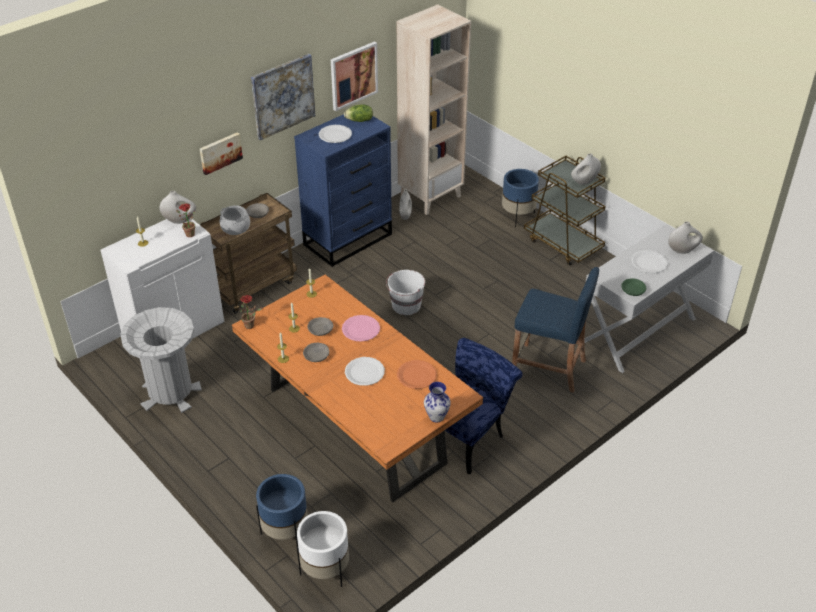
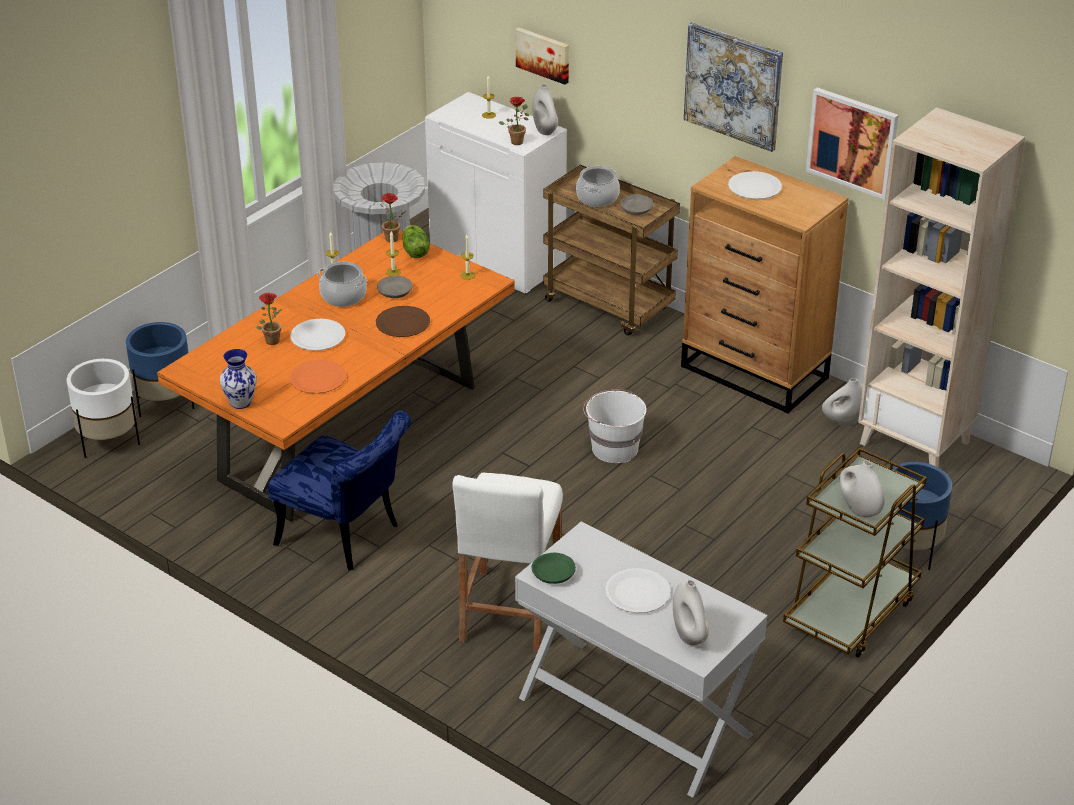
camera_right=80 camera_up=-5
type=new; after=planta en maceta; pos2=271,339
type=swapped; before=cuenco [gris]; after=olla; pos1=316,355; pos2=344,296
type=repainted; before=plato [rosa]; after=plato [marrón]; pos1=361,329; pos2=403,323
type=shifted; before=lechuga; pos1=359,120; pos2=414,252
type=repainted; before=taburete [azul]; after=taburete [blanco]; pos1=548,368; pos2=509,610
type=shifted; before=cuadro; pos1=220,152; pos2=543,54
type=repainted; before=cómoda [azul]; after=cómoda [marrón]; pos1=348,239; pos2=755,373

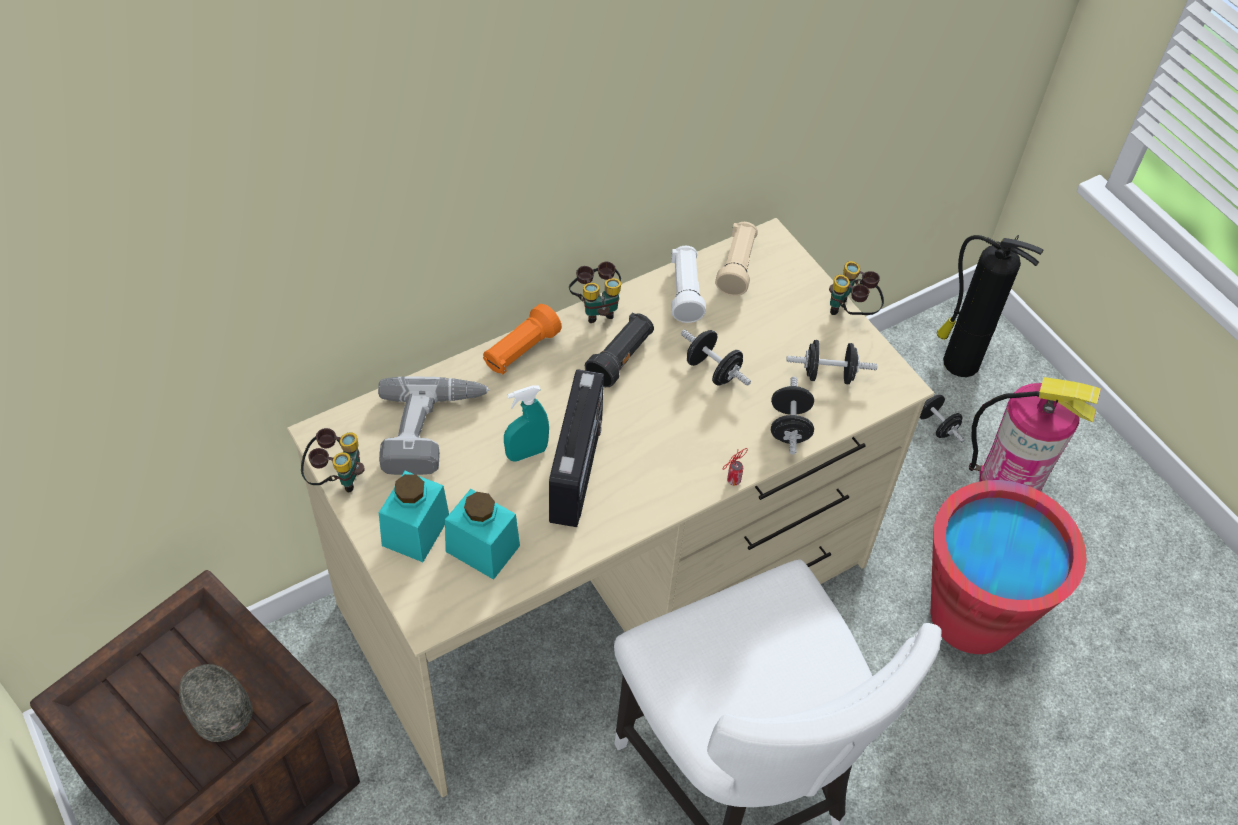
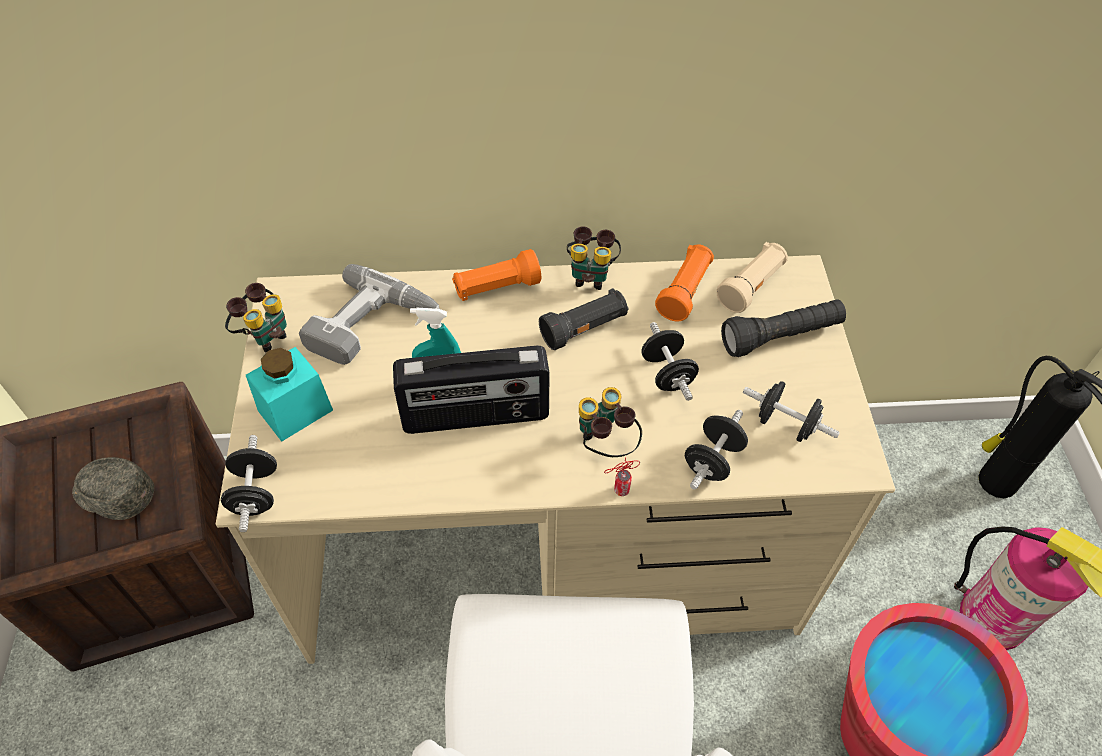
camera_right=30 camera_up=0
type=rotated; before=gorra [gris]; pos1=214,704; pos2=114,495; turn=-60
type=shifted; before=mancuerna [negro]; pos1=936,425; pos2=255,494
type=rotated; before=radio; pos1=577,470; pos2=475,416; turn=45
type=shifted; before=prismáticos; pos1=850,313; pos2=605,445
type=repainted; before=linterna [blanco]; after=linterna [naranja]; pos1=685,293; pos2=685,292
type=new; after=linterna [negro]; pos2=781,337
type=gone; before=tarro [turquesa]; pos1=482,548

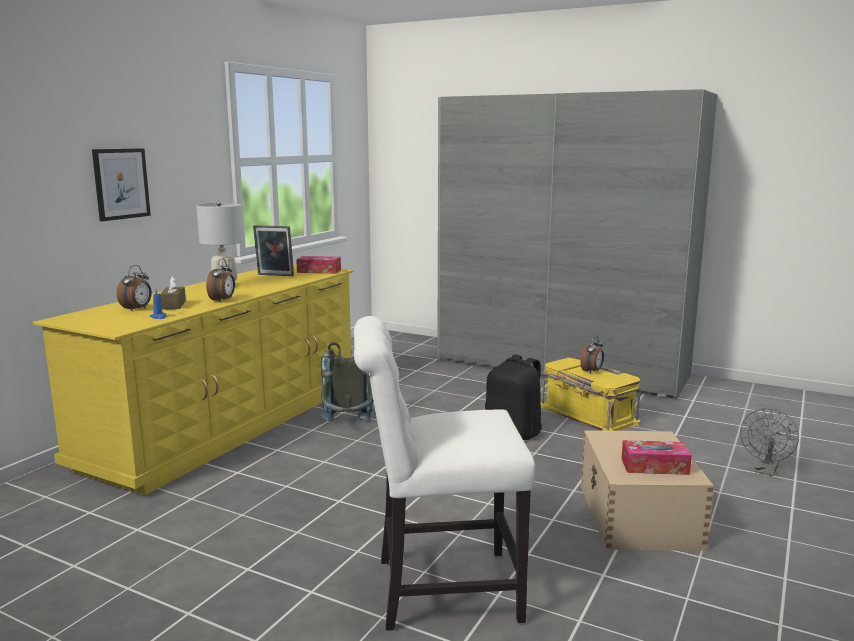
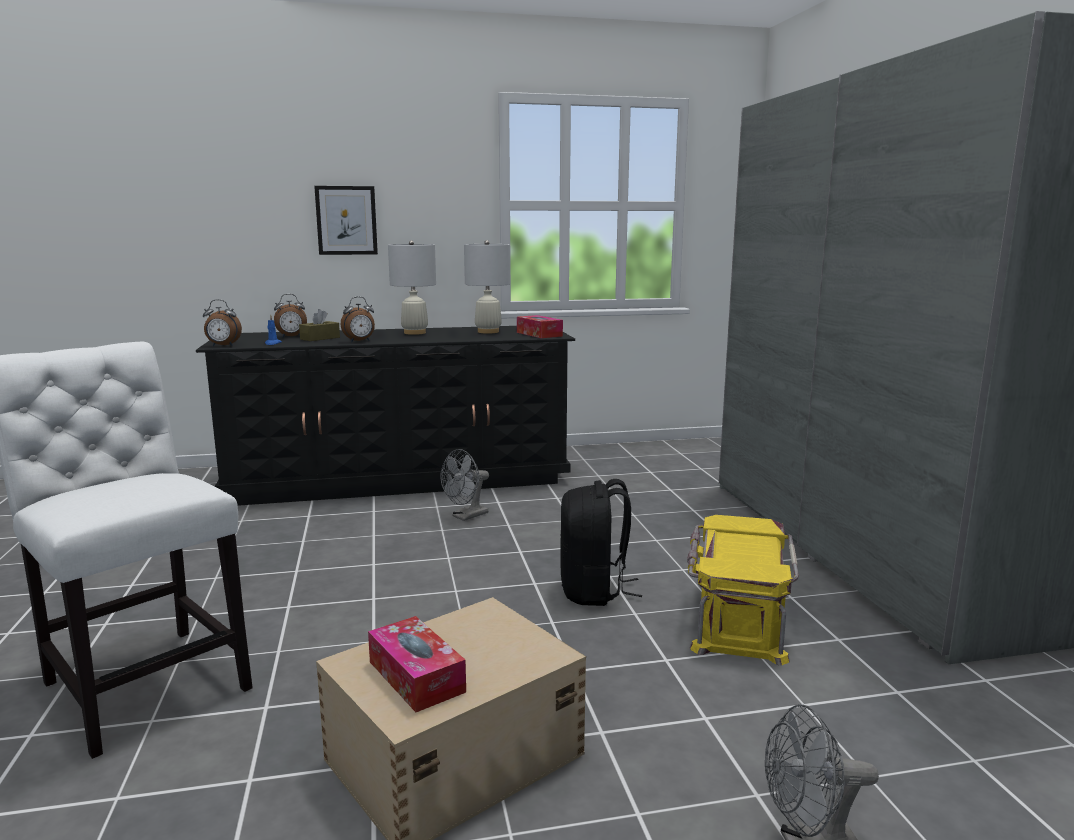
camera_right=50 camera_up=0
type=repainted; before=cómoda [amarillo]; after=cómoda [negro]; pos1=229,424; pos2=399,478
type=shifted; before=despertador; pos1=592,371; pos2=223,346
type=swapped; before=mochila [gris]; after=ventilador [gris]; pos1=349,427; pos2=466,516
type=swapped; before=portarretratos; after=lámpara de mesa [blanco]; pos1=275,275; pos2=488,332

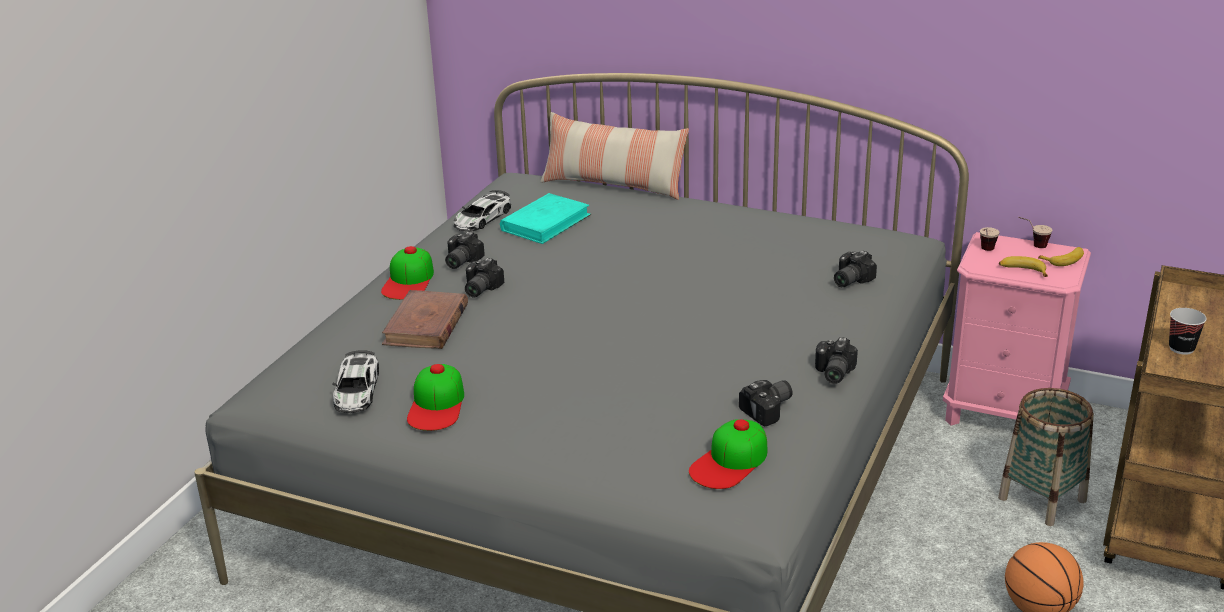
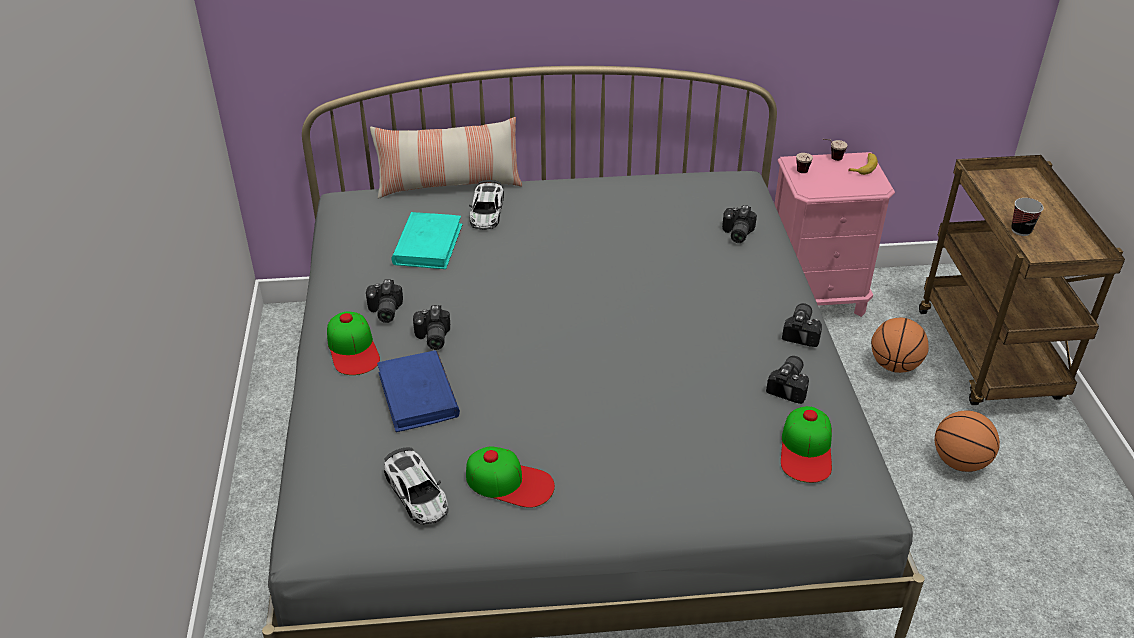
camera_right=-30 camera_up=10
type=repainted; before=libro [marrón]; after=libro [azul]; pos1=426,325; pos2=418,395
type=rotated; before=gorra; pos1=437,405; pos2=509,482; turn=-45
type=shifted; before=coche de juguete; pos1=482,218; pos2=486,211
type=rotated; before=cámara; pos1=832,373; pos2=803,331; turn=-150
type=swapped; before=cesta; after=balón de baloncesto; pos1=1042,499; pos2=894,365
type=gone; before=plátano; pos1=1022,270

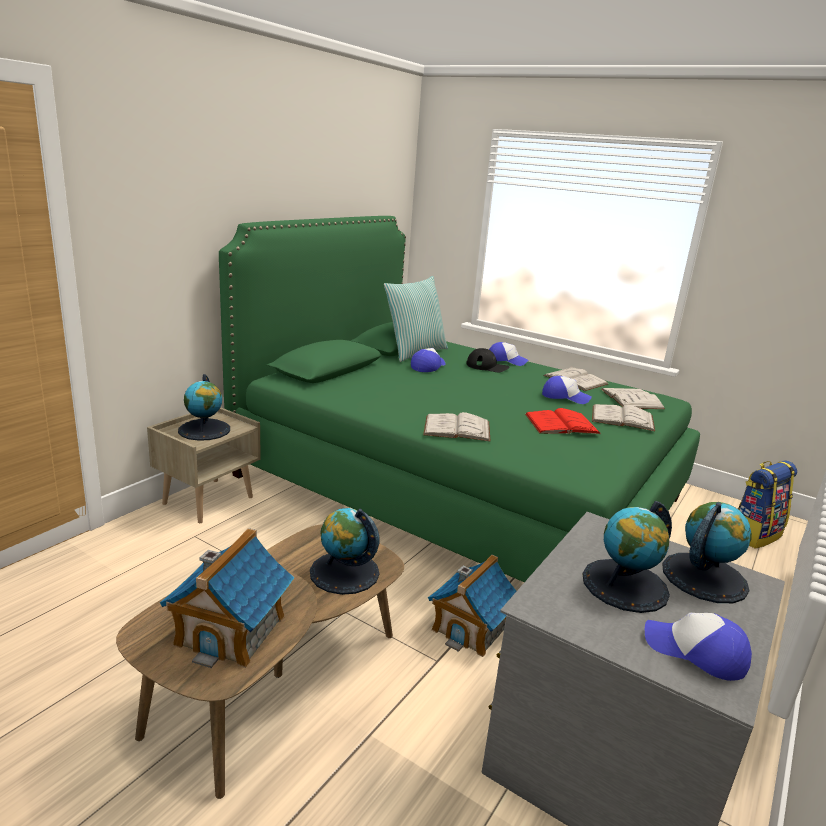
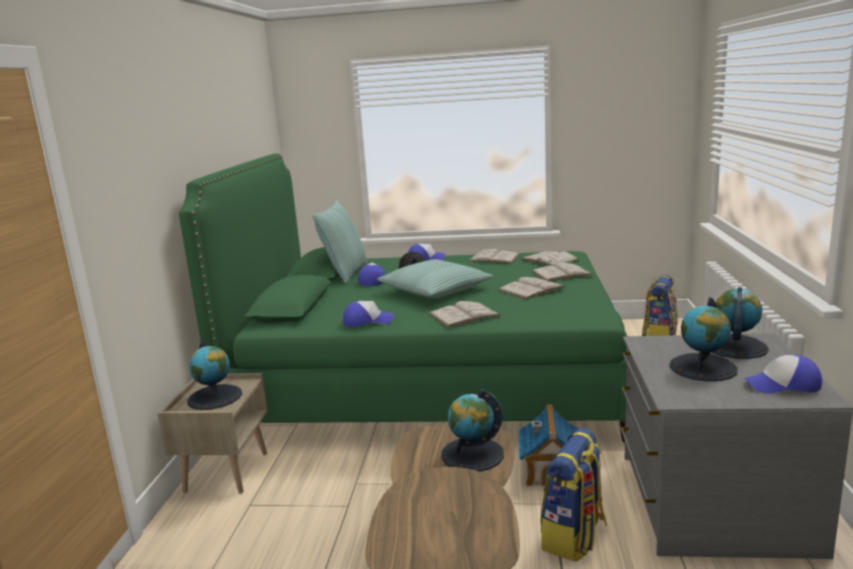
camera_right=-25 camera_up=-5
type=shifted; before=gorra; pos1=565,397; pos2=367,321
type=new; after=cojín; pos2=435,290
type=repainted; before=libro [rojo]; after=libro [blanco]; pos1=561,424; pos2=531,289
type=new; after=mochila; pos2=574,537
type=gone; before=casita; pos1=231,630

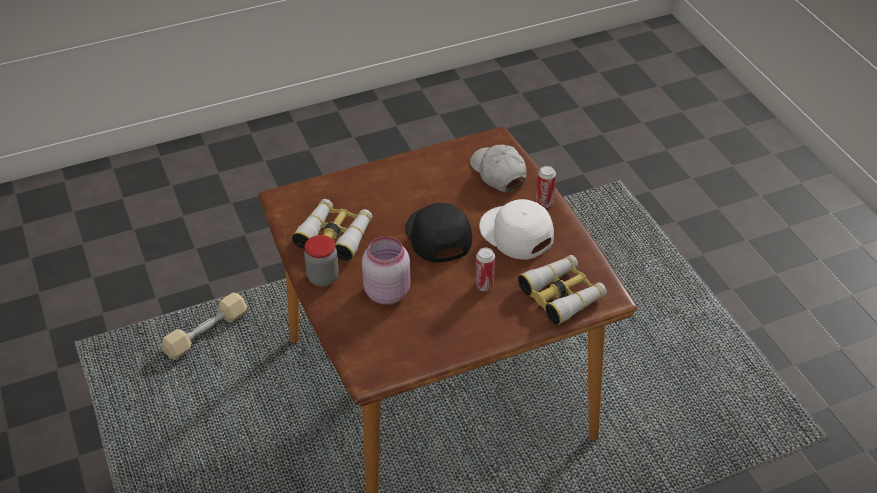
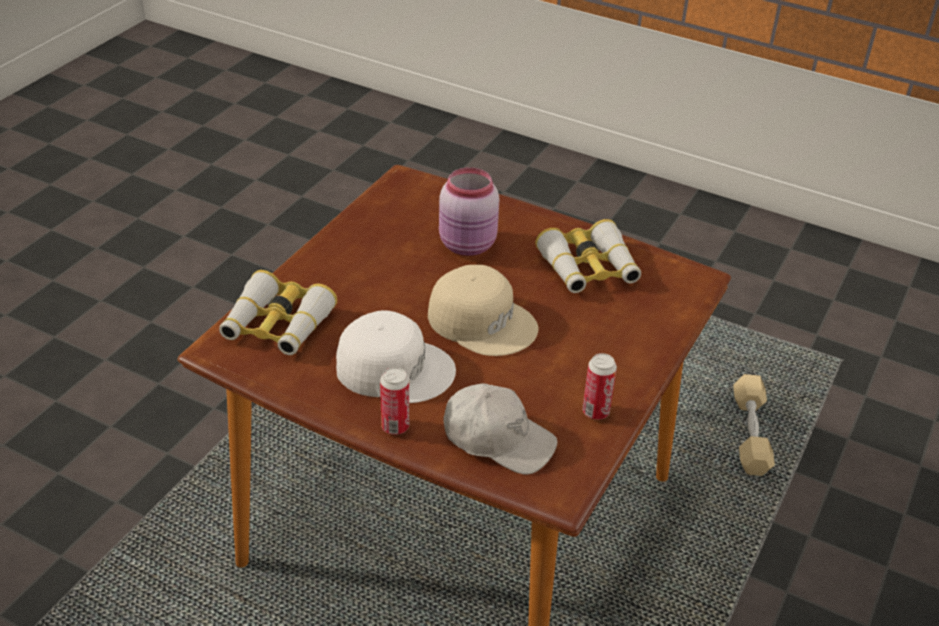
camera_right=140 camera_up=-5
type=repainted; before=gorra [negro]; after=gorra [beis]; pos1=437,235; pos2=482,321
type=shifted; before=lata; pos1=484,286; pos2=595,412
type=gone; before=tarro; pos1=323,277

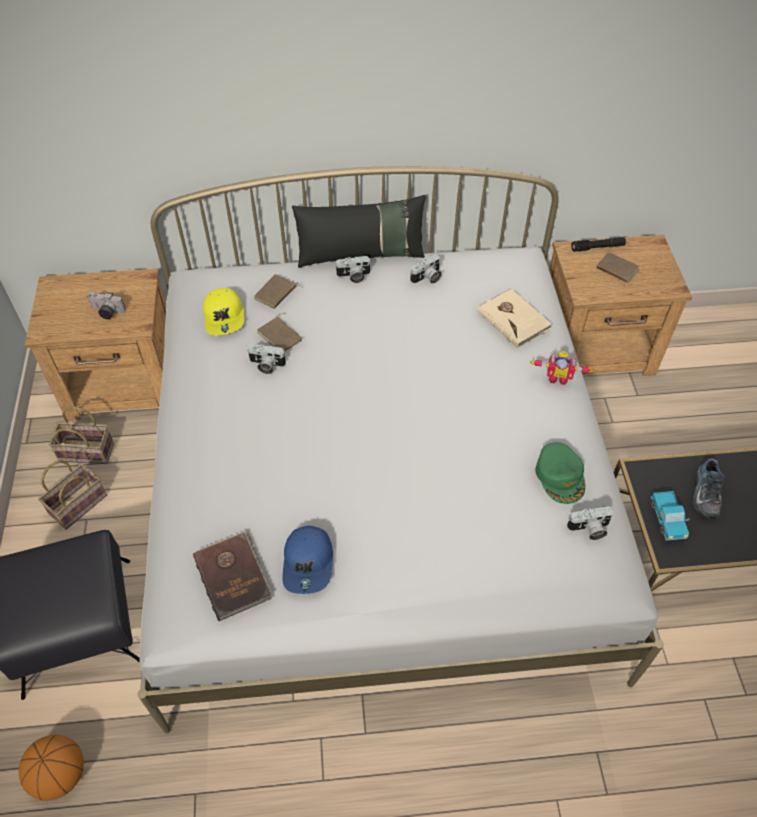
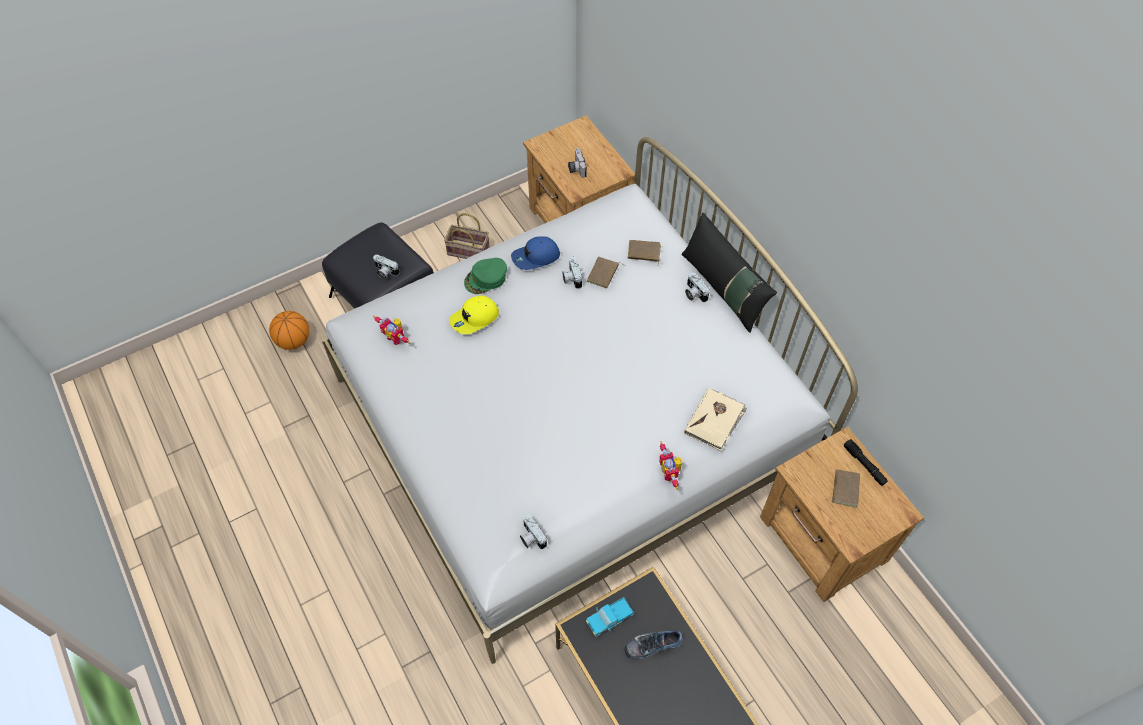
camera_right=65 camera_up=5
type=shifted; before=cámara; pos1=427,278; pos2=385,272
type=swapped; before=libro [marrón]; after=robot de juguete; pos1=233,576; pos2=396,337
type=shifted; before=gorra [amarillo]; pos1=225,317; pos2=474,319
type=shifted; before=gorra [verde]; pos1=560,476; pos2=486,279
type=shifted; before=gorra [azul]; pos1=309,563; pos2=535,257
type=gone; before=cesta; pos1=88,451

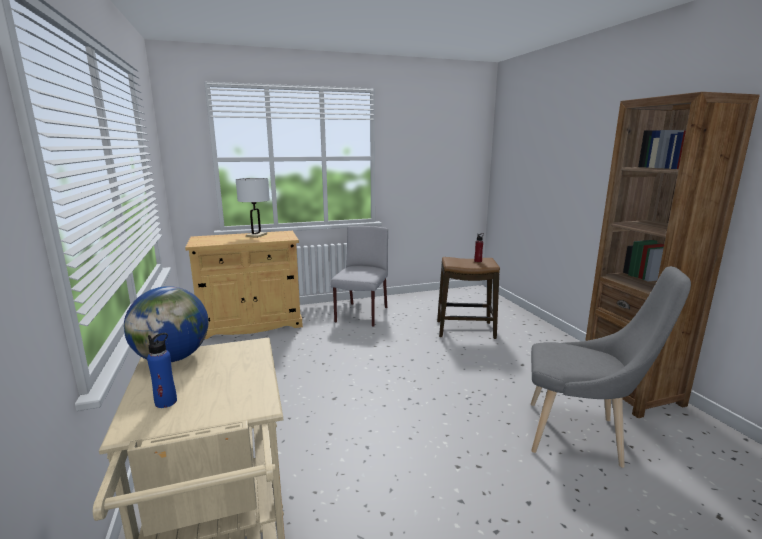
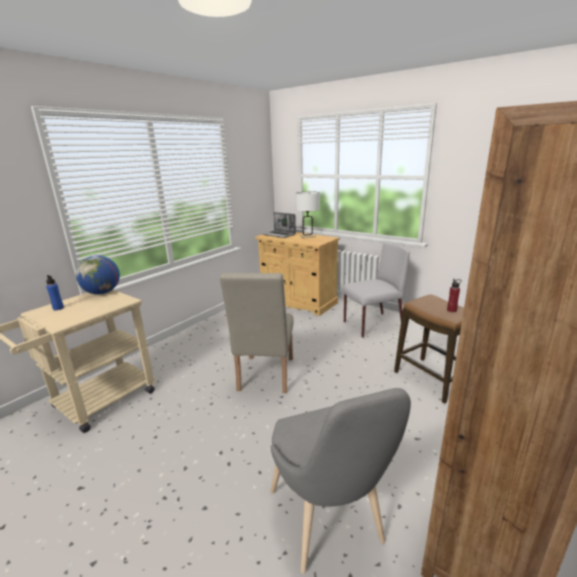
camera_right=55 camera_up=5
type=new; after=silla [beis]; pos2=264,377
type=new; after=portátil; pos2=279,234

